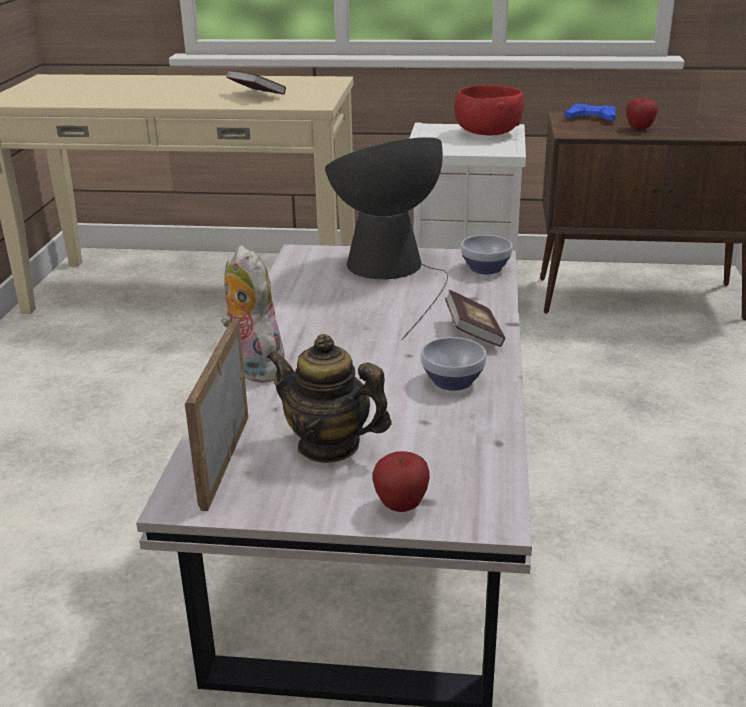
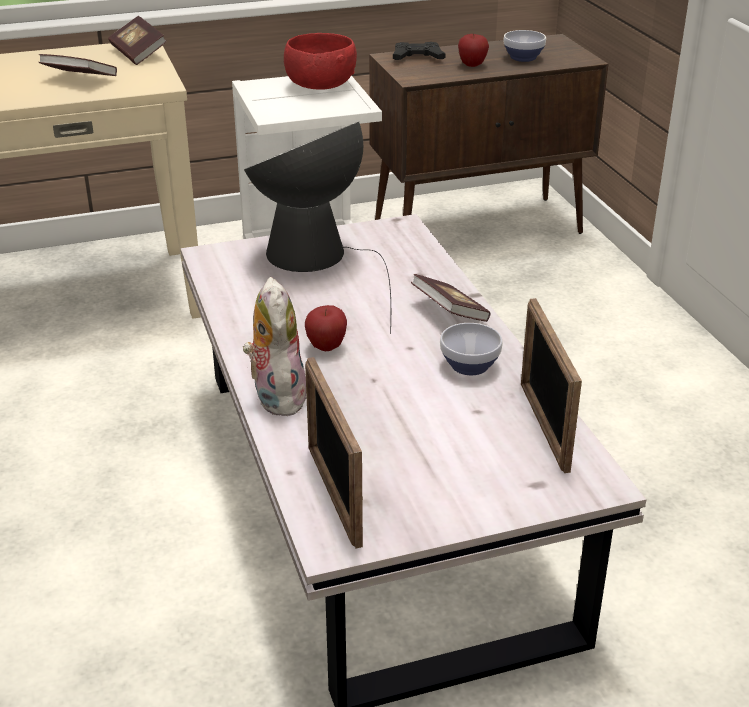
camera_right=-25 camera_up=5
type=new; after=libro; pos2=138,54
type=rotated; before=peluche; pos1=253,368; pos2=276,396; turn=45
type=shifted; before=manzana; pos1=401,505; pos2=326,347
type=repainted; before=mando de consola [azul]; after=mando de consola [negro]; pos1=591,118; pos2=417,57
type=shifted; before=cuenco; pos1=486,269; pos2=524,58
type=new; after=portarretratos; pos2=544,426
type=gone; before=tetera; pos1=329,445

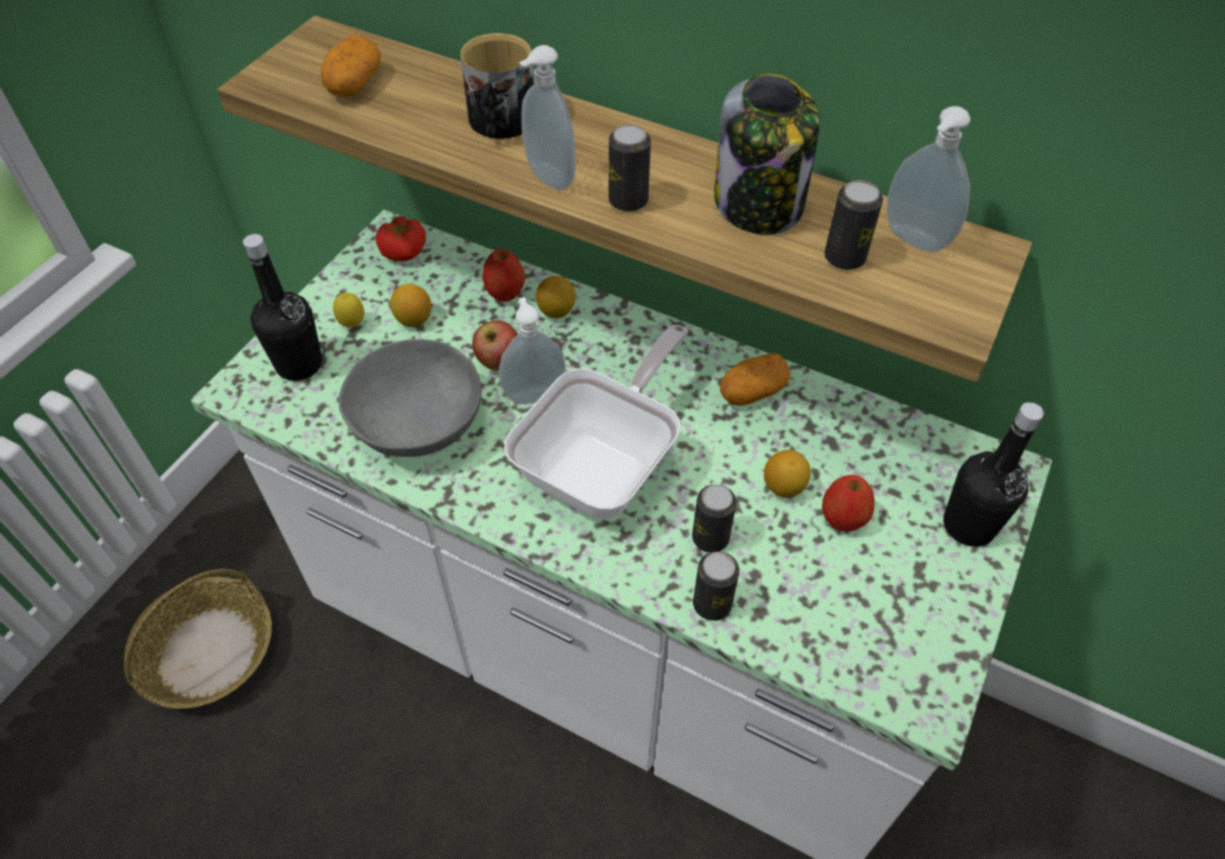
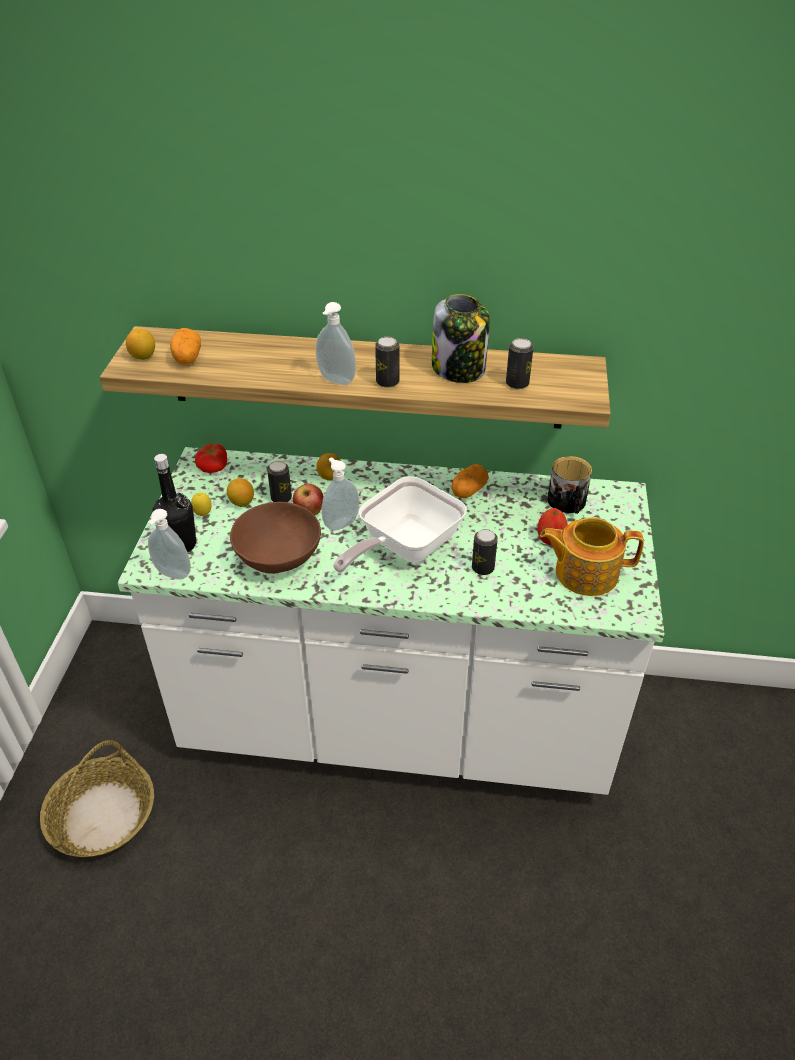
camera_right=-20 camera_up=-10
type=shifted; before=limón; pos1=784,487; pos2=143,357
type=shifted; before=dispensador de jabón; pos1=912,241; pos2=172,575
type=repainted; before=cuenco [gris]; after=cuenco [marrón]; pos1=419,426; pos2=279,558
type=shifted; before=lata; pos1=712,604; pos2=281,498
type=rotated; before=sartén; pos1=605,464; pos2=403,548; turn=-150
type=new; after=tetera; pos2=585,572
type=shifted; before=taza grande; pos1=500,123; pos2=568,503
type=gone; before=manzana; pos1=505,293
type=gone; before=botella [negro]; pos1=968,525

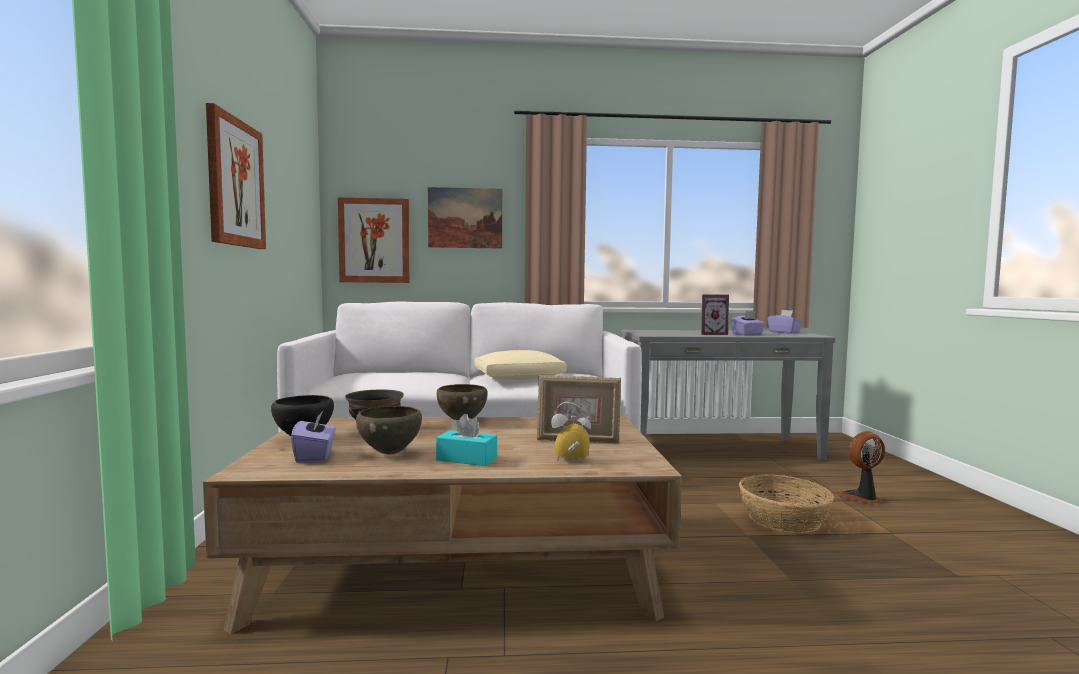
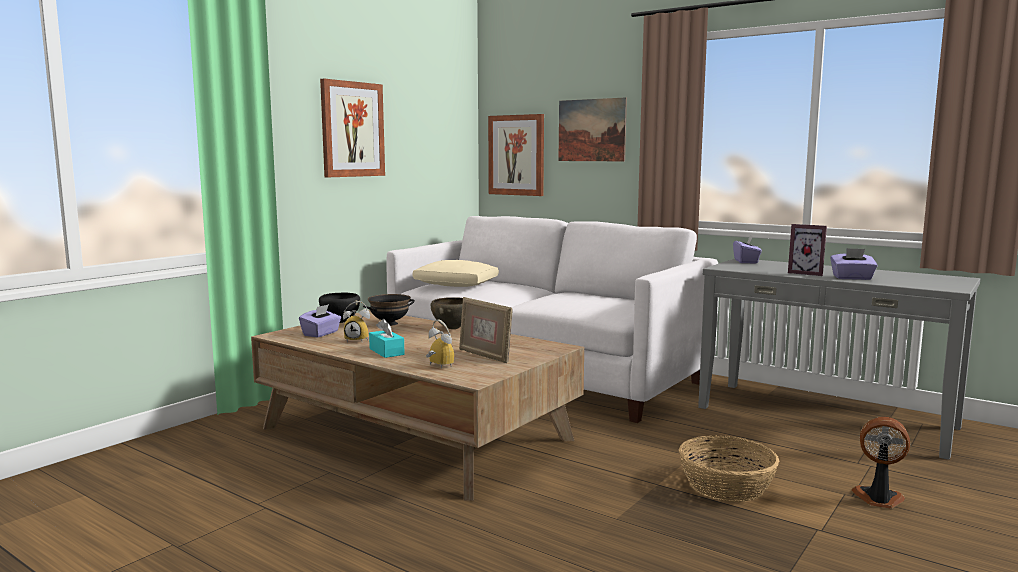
camera_right=40 camera_up=5
type=swapped; before=cuenco [marrón]; after=despertador; pos1=390,453; pos2=358,340
type=shifted; before=cojín [beis]; pos1=520,378; pos2=457,285
type=shifted; before=caja de pañuelos [morado]; pos1=784,332; pos2=746,261

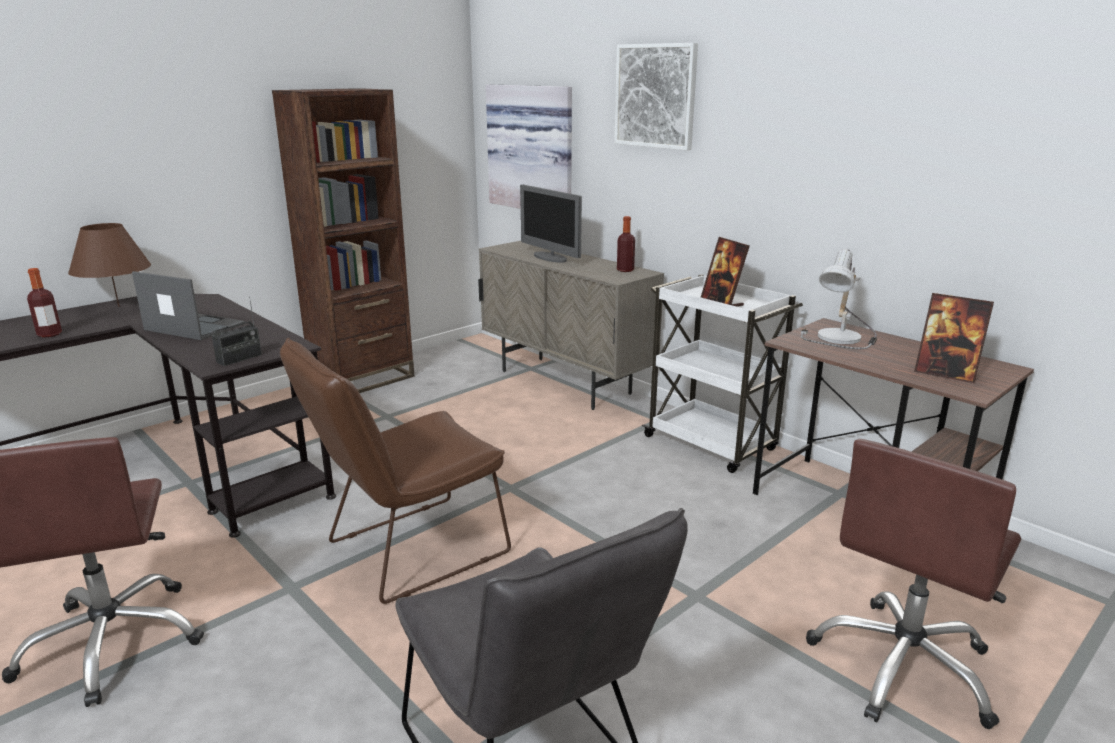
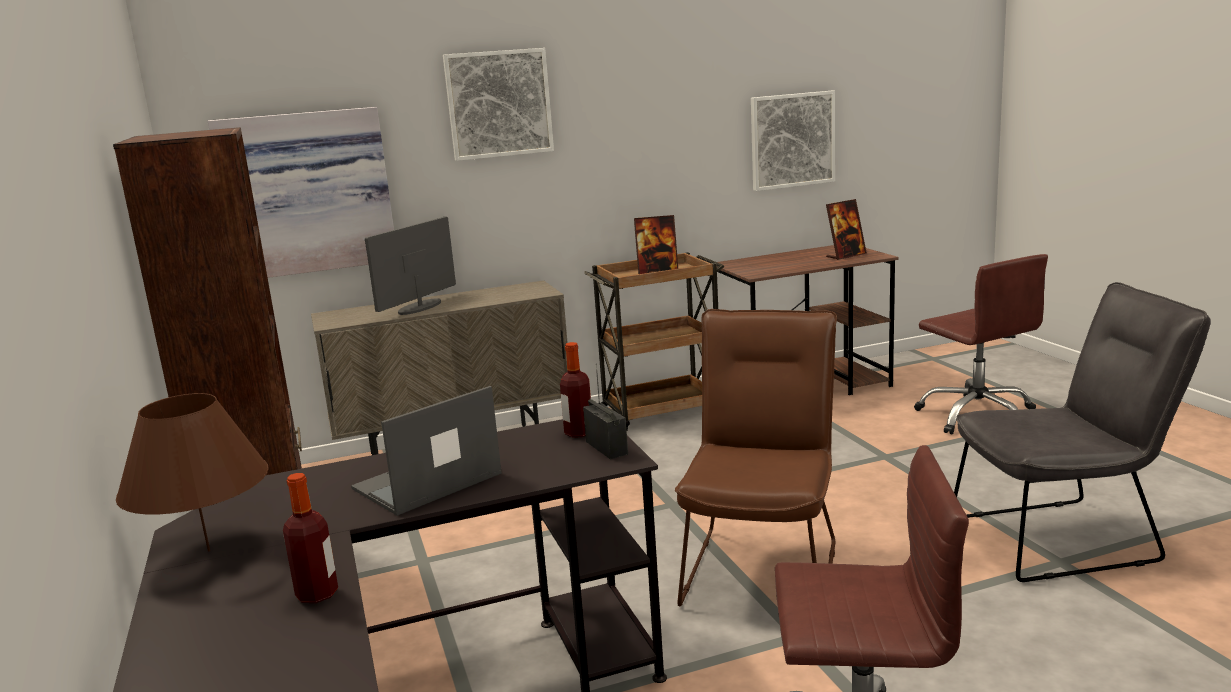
camera_right=-65 camera_up=-5
type=rotated; before=monitor; pos1=550,258; pos2=419,307; turn=135
type=shifted; before=botella; pos1=625,270; pos2=578,433
type=repainted; before=carrito [blanco]; after=carrito [marrón]; pos1=712,444; pos2=662,412
type=rotated; before=silla [marrón]; pos1=407,552; pos2=763,566; turn=-150
type=new; after=cuadro; pos2=792,140
type=gone; before=lámpara de mesa; pos1=842,339

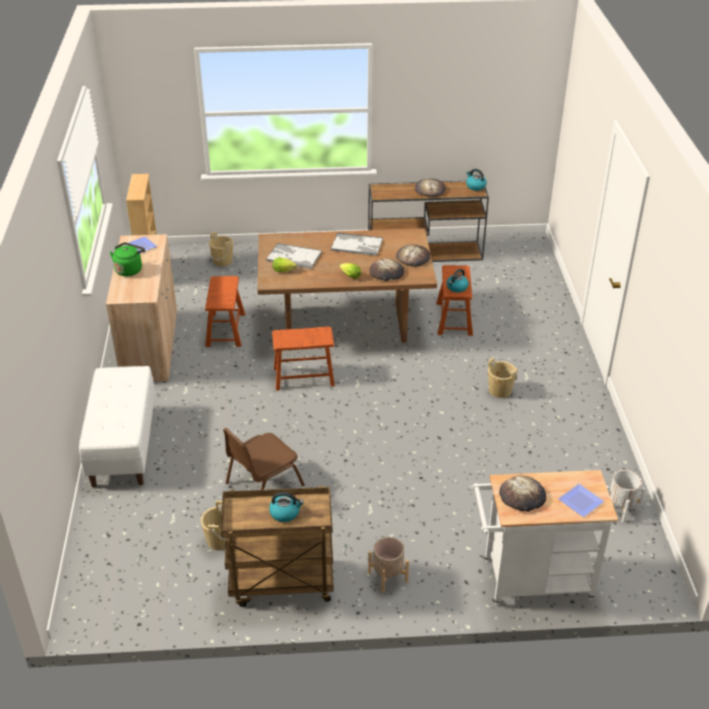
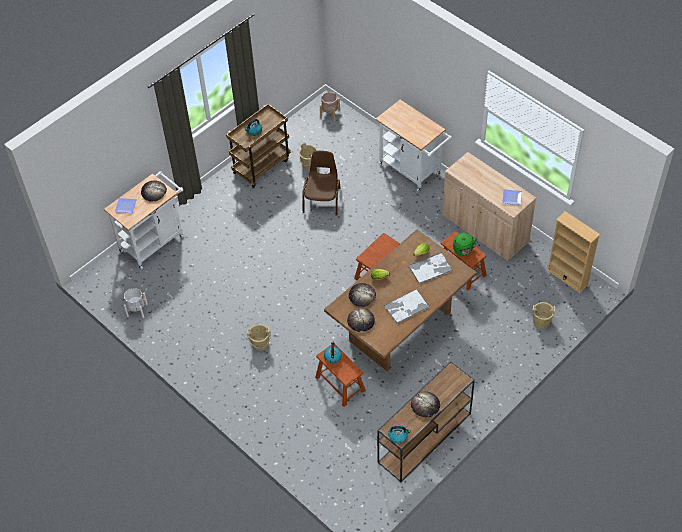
camera_right=140 camera_up=15
type=shifted; before=maceta [beis]; pos1=388,577; pos2=330,113
type=swapped; before=banco [blanco]; after=carrito [blanco]; pos1=123,445; pos2=412,170
type=shifted; before=hervidor [verde]; pos1=129,269; pos2=463,250

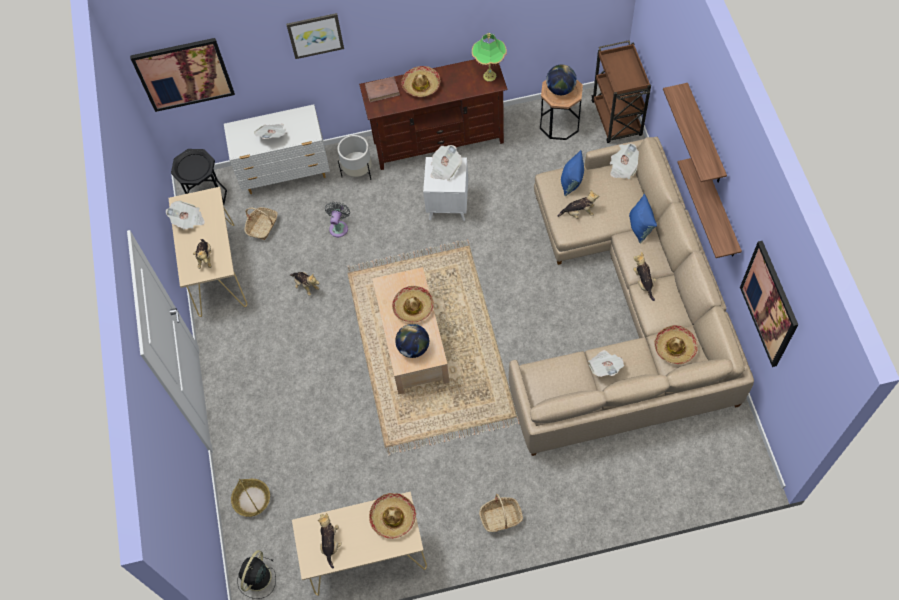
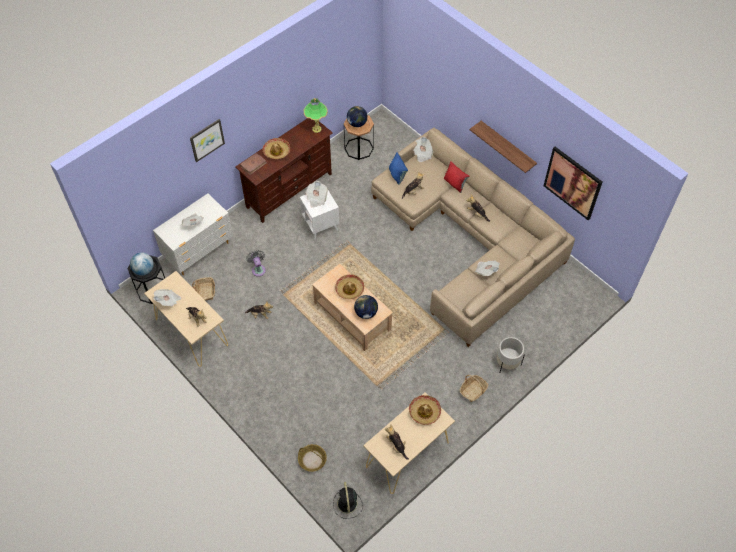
camera_right=-35 camera_up=-5
type=new; after=globo terráqueo; pos2=144,270
type=repainted; before=cojín [azul]; after=cojín [rojo]; pos1=640,227; pos2=455,184
type=shifted; before=maceta [blanco]; pos1=358,171; pos2=507,363
type=gone; before=cuadro; pos1=184,74
type=gone; before=carrito [marrón]; pos1=617,120
type=gone; before=sombrero; pos1=675,348
type=gone; before=estante; pos1=704,136

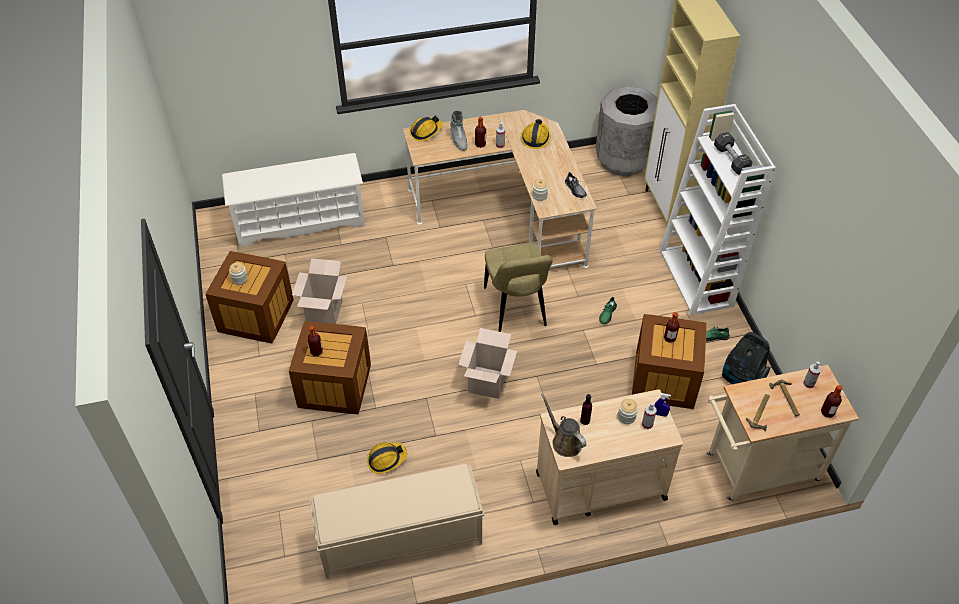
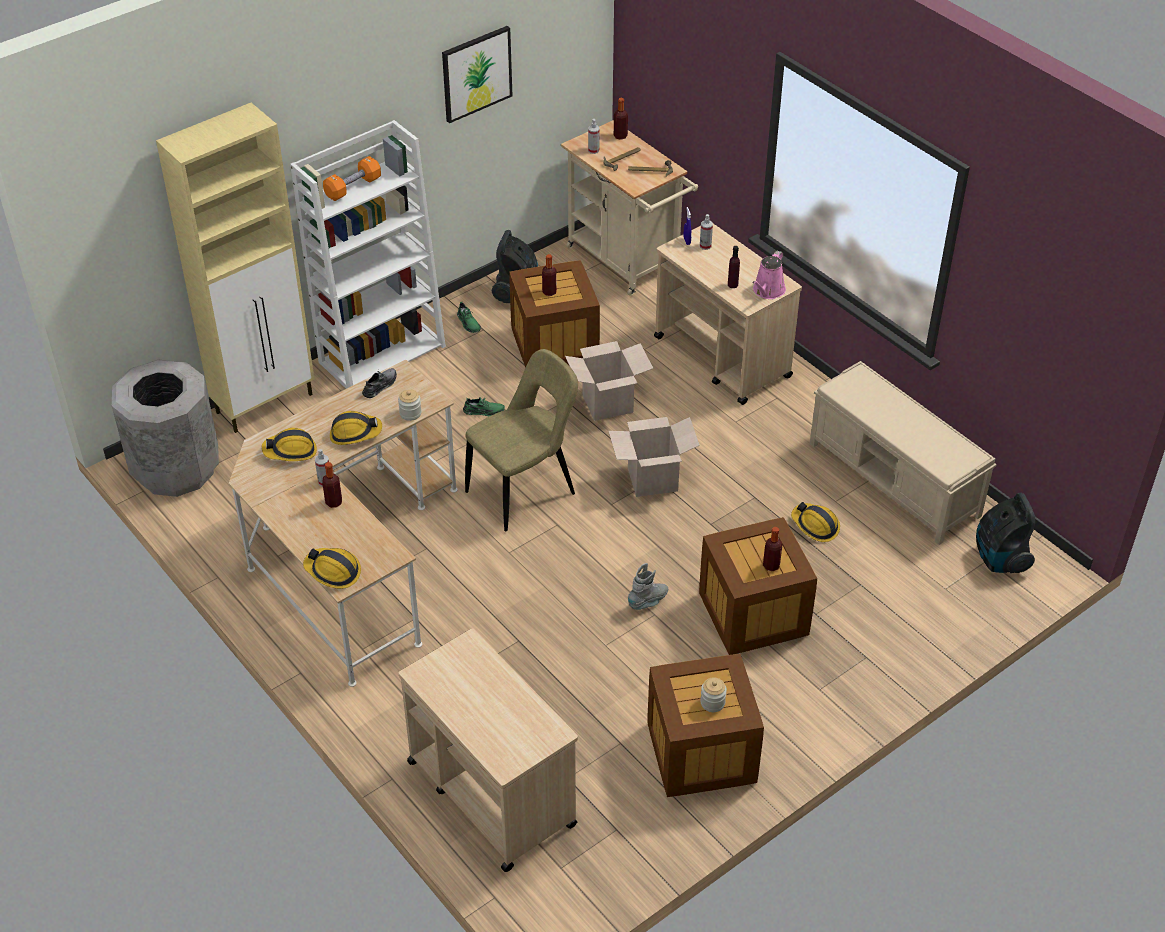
camera_right=-115 camera_up=-5
type=repainted; before=mancuerna [negro]; after=mancuerna [naranja]; pos1=731,160; pos2=353,187
type=new; after=casco; pos2=355,433
type=swapped; before=zapatero [blanco]; after=carrito [beis]; pos1=300,221; pos2=490,792
type=new; after=cuadro; pos2=476,73
type=shifted; before=caja de cartón; pos1=324,311; pos2=607,404
type=shifted; before=bota [gris]; pos1=458,140; pos2=648,601
type=repainted; before=regadera [marrón]; after=regadera [rosa]; pos1=564,441; pos2=767,291
type=new; after=aspiradora; pos2=999,559
type=gone; before=tarro; pos1=626,417

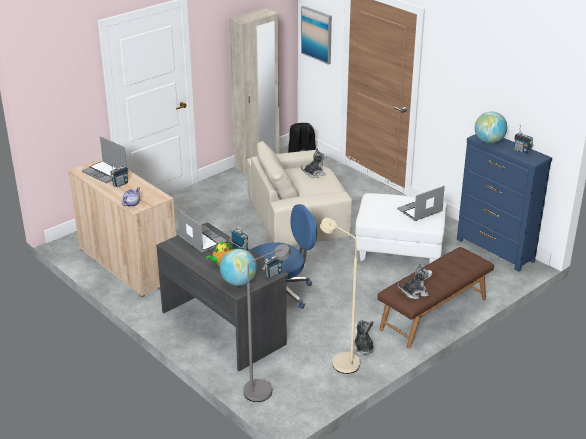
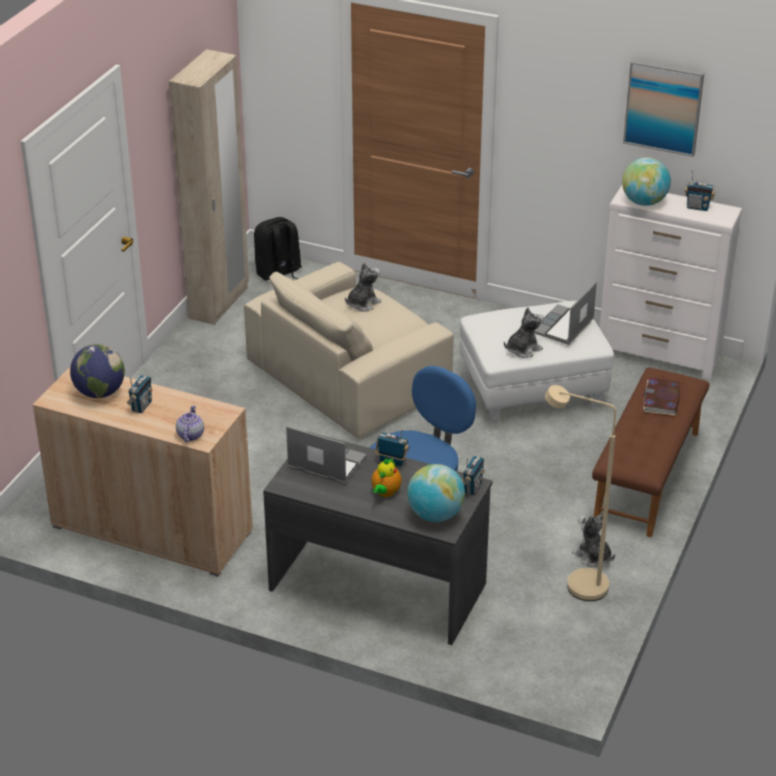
camera_right=-25 camera_up=5
type=swapped; before=portátil; after=globo terráqueo; pos1=106,173; pos2=100,393
type=shifted; before=peluche; pos1=414,293; pos2=523,349
type=repainted; before=cómoda [azul]; after=cómoda [blanco]; pos1=495,250; pos2=659,356
type=shifted; before=cuadro; pos1=317,34; pos2=663,107
type=new; after=libro; pos2=661,399
type=gone; before=lámpara de pie [gris]; pos1=264,388

